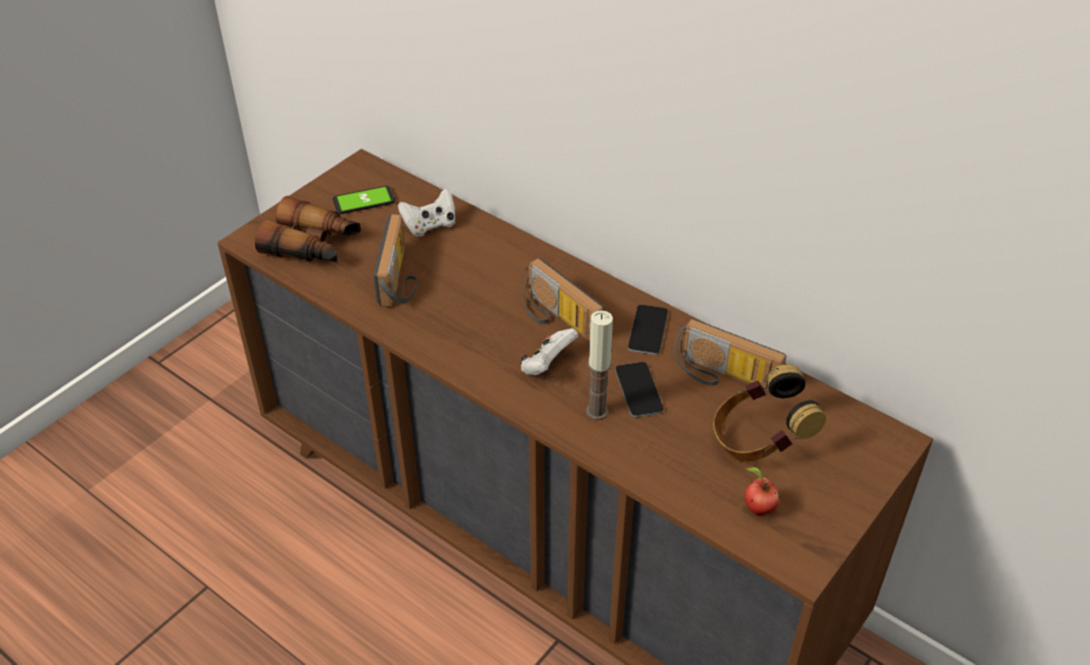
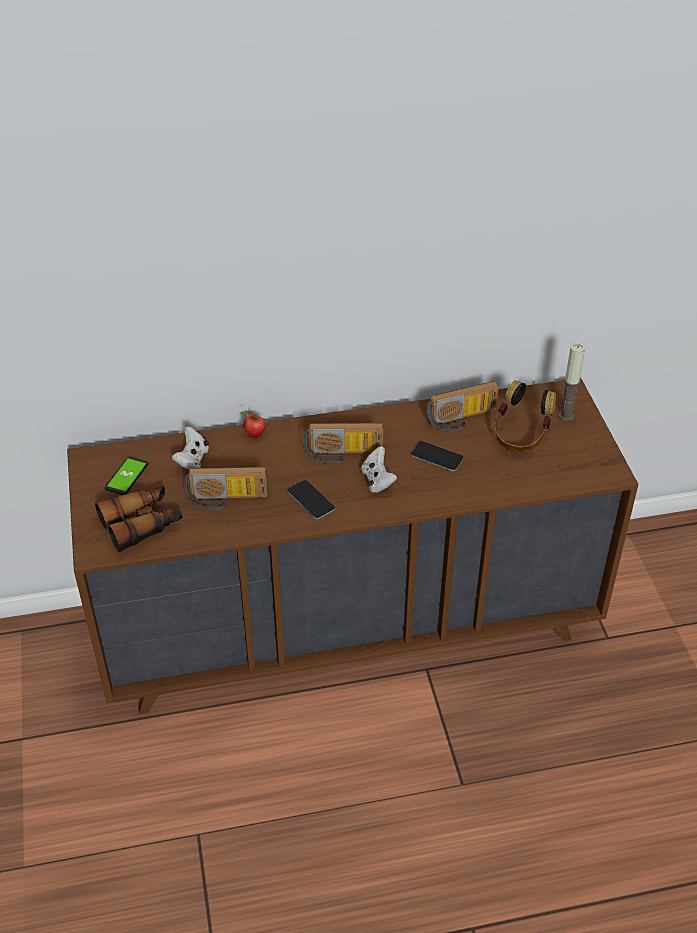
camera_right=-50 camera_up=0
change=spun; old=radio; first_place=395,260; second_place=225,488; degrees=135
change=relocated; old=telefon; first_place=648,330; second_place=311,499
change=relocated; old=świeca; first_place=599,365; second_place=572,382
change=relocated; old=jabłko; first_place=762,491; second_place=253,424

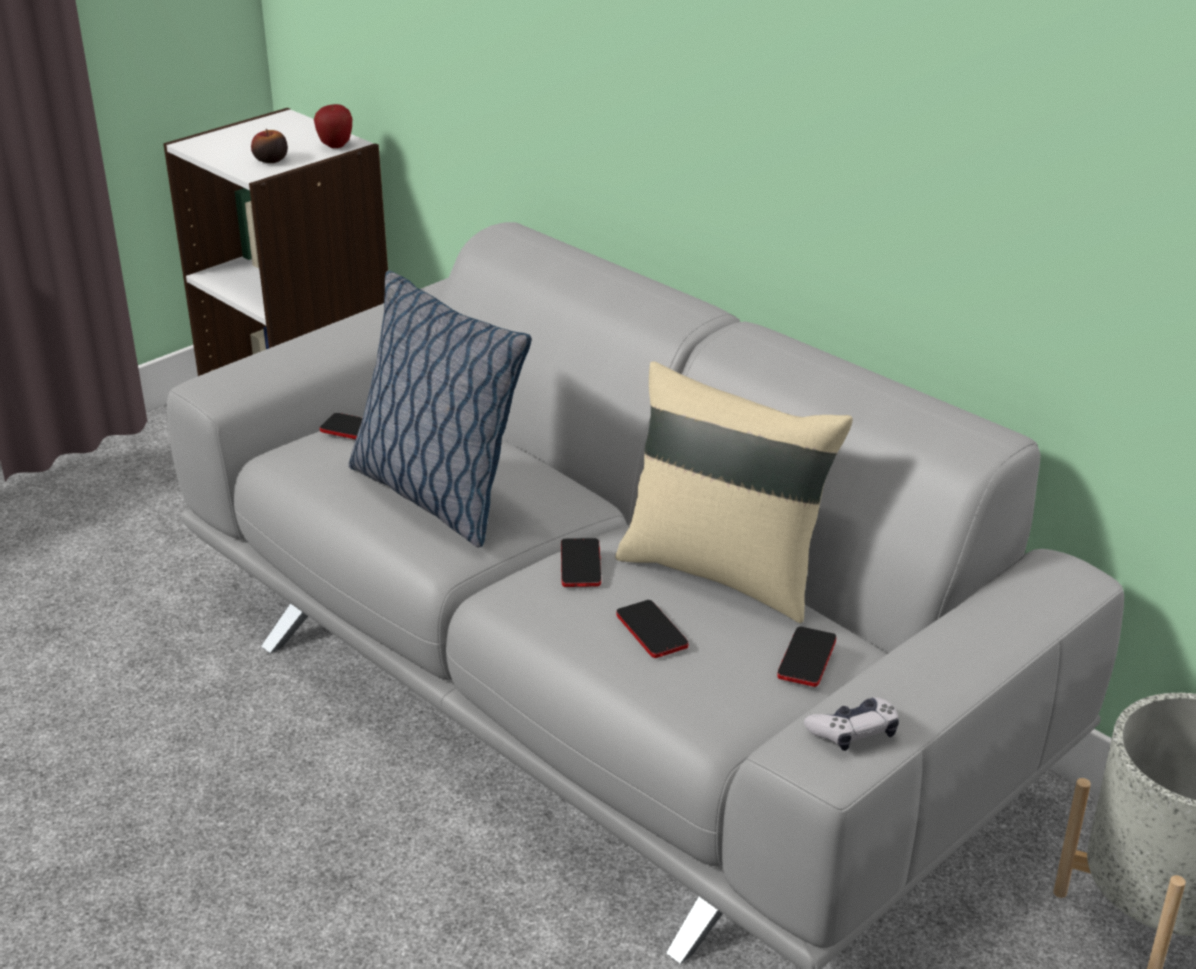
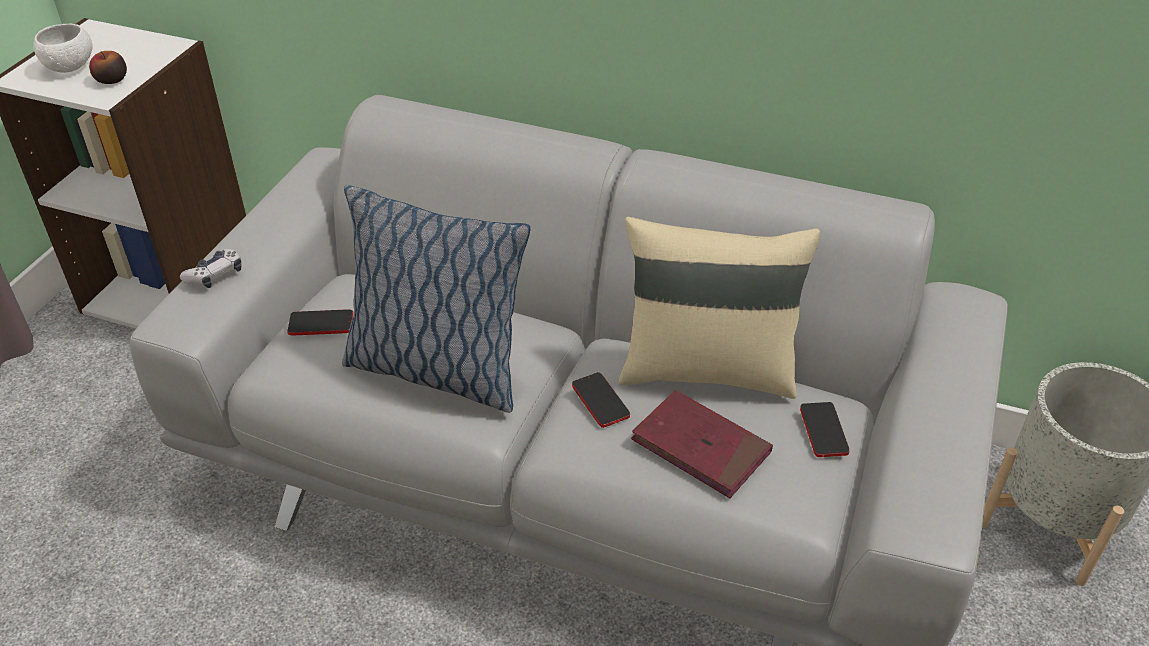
camera_right=-25 camera_up=10
change=missing; old=jabłko; first_place=333,126
change=exchanged; old=telefon; new=książka (czerwony); first_place=652,629; second_place=702,444
change=relocated; old=pad do gier; first_place=851,724; second_place=211,268
change=appeared; new=miska (biały); second_place=62,48

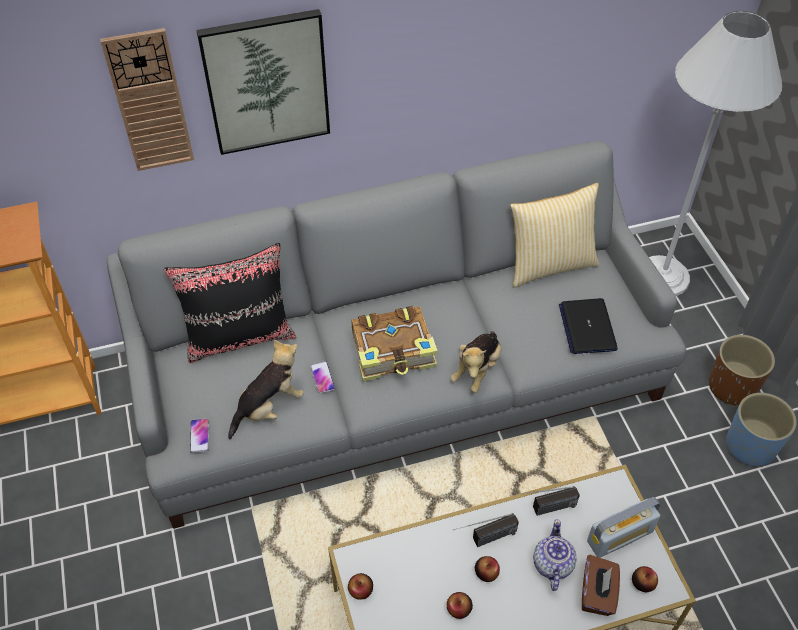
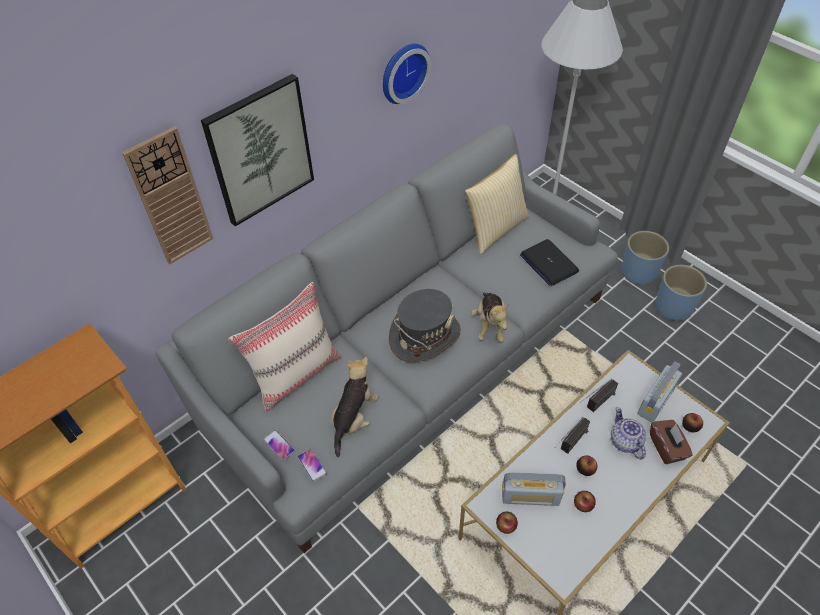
camera_right=-25 camera_up=0
change=colour; old=poduszka (czarny); new=poduszka (beżowy); first_place=230,303; second_place=285,347
change=exchanged; old=książka; new=kapelusz (szary); first_place=395,343; second_place=425,325
change=colour; old=donica (brązowy); new=donica (niebieski); first_place=742,370; second_place=645,258
change=relocated; old=telefon; first_place=322,377; second_place=279,445
change=appeared; new=zegar ścienny; second_place=407,74
change=appeared; new=radio; second_place=534,489

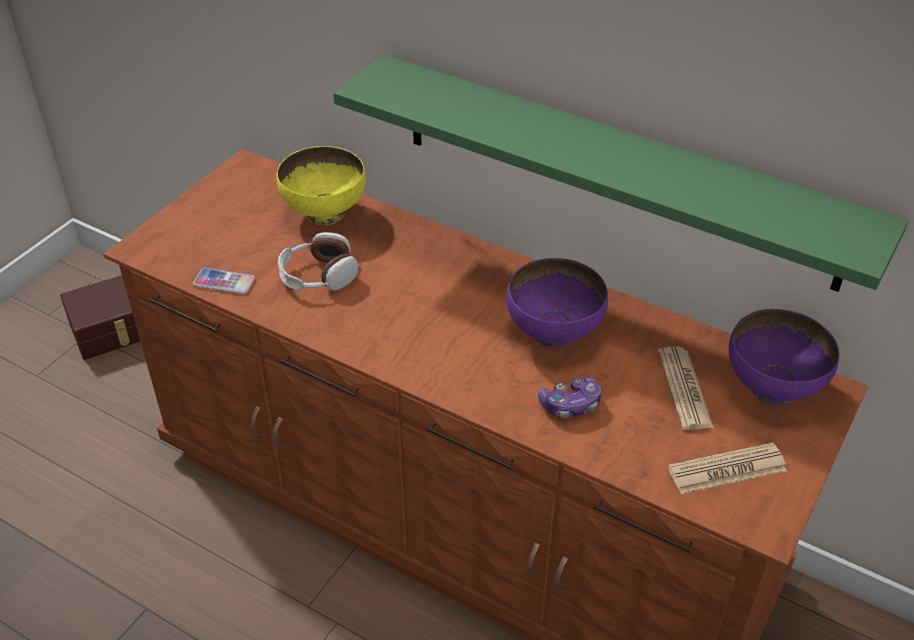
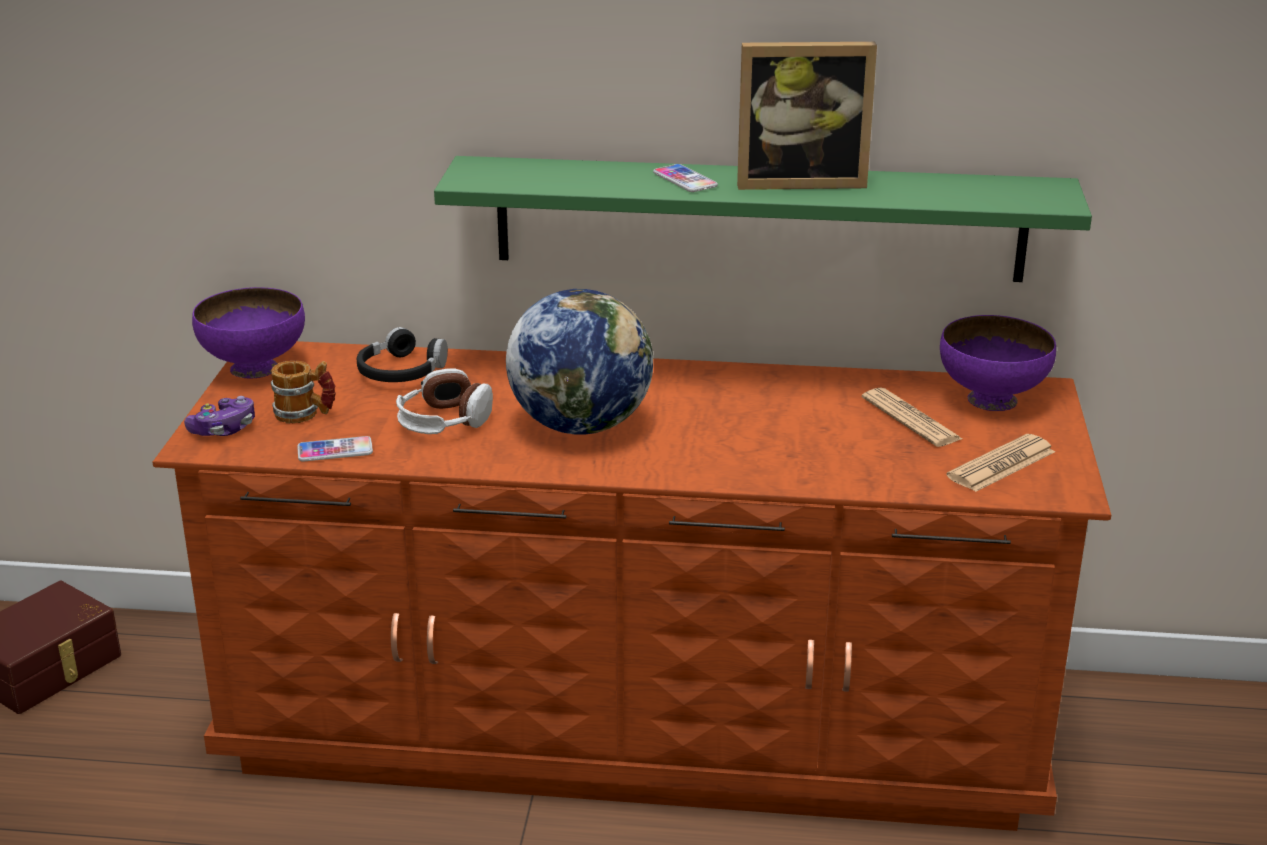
camera_right=-25 camera_up=-15
change=exchanged; old=miska (żółty); new=słuchawki (czarny); first_place=321,185; second_place=402,354
change=relocated; old=miska (fioletowy); first_place=557,303; second_place=248,333
change=relocated; old=pad do gier; first_place=570,397; second_place=219,416
change=appeared; new=ramka na zdjęcie; second_place=807,116
change=appeared; new=telefon; second_place=685,178
change=appeared; new=globus; second_place=579,362
change=appeared; new=kubek; second_place=303,392

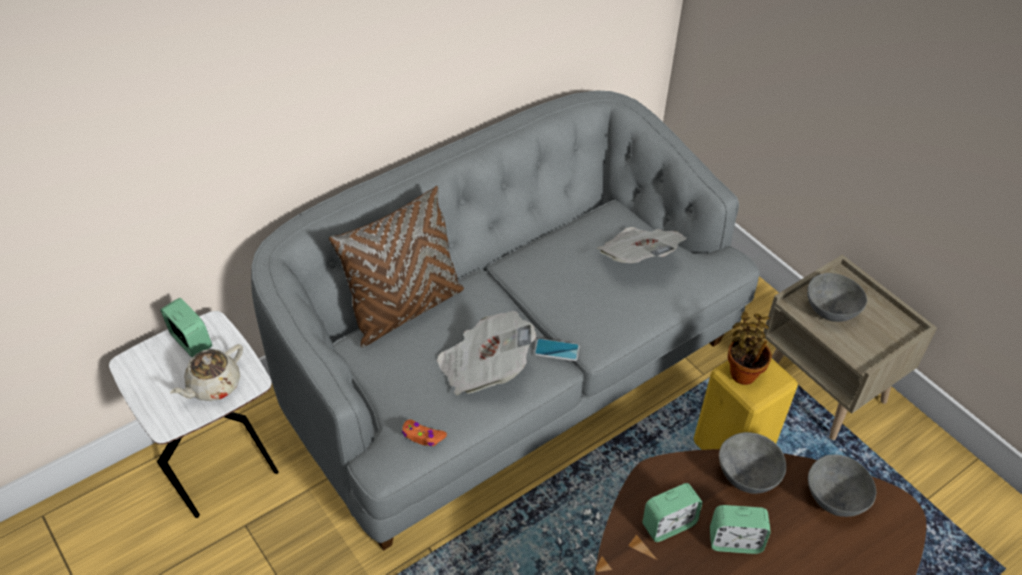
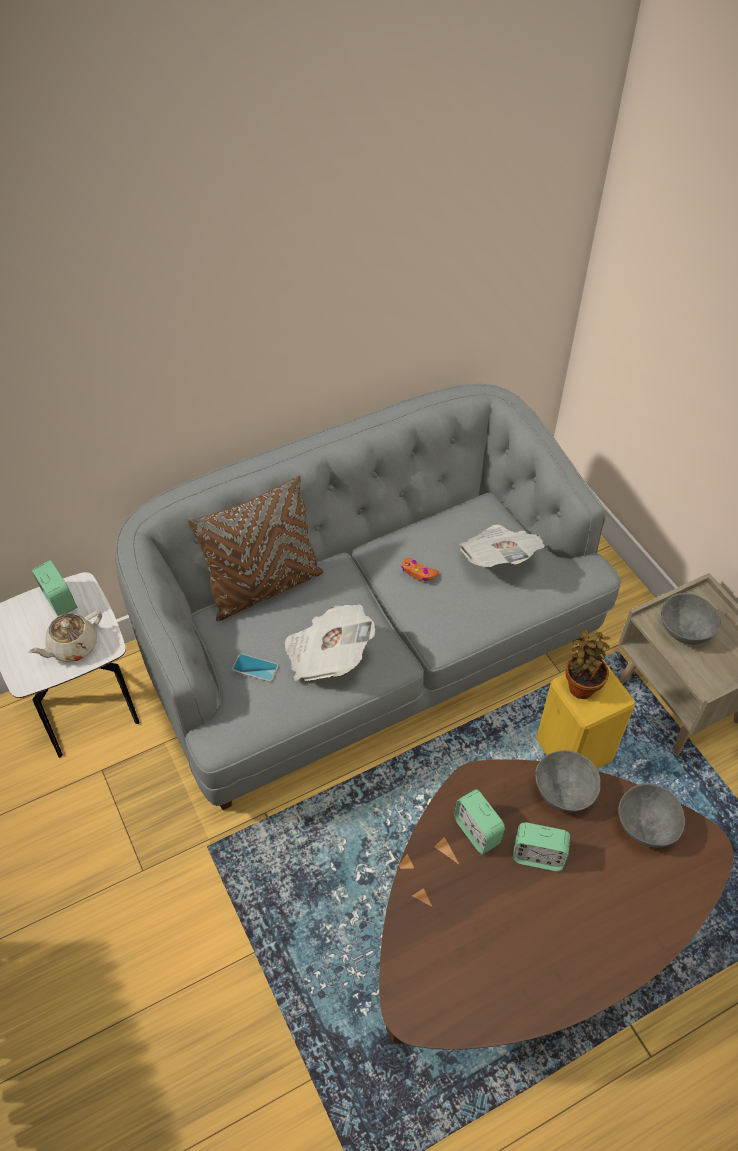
camera_right=10 camera_up=5
change=relocated; old=telefon; first_place=557,349; second_place=255,667
change=relocated; old=pad do gier (pomarańczowy); first_place=424,432; second_place=420,570
change=spun; old=budzik; first_place=672,512; second_place=479,821; degrees=75

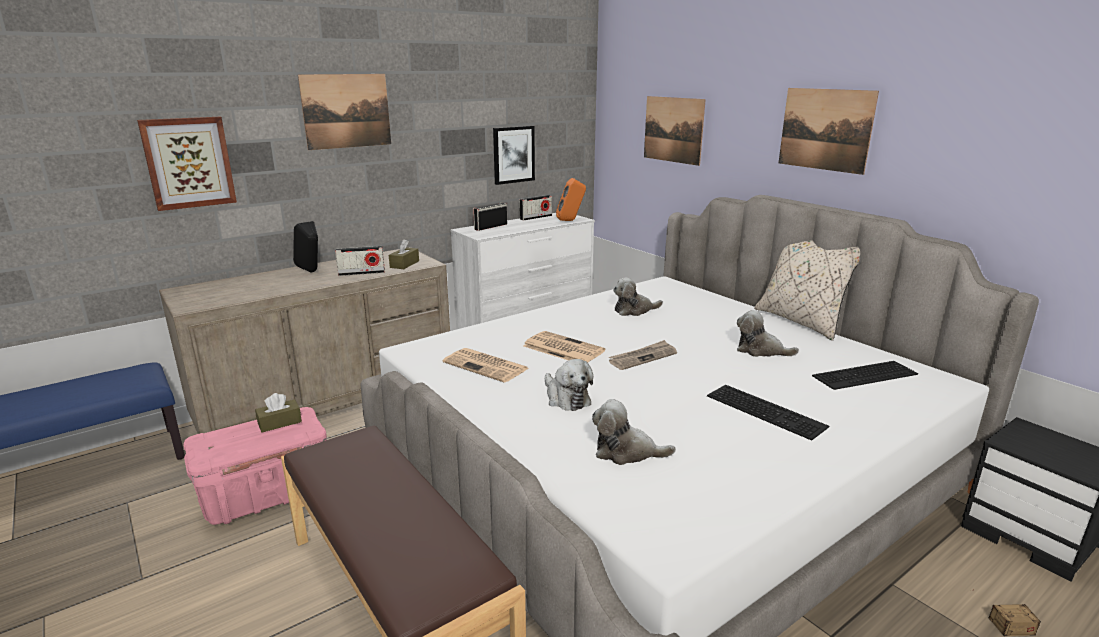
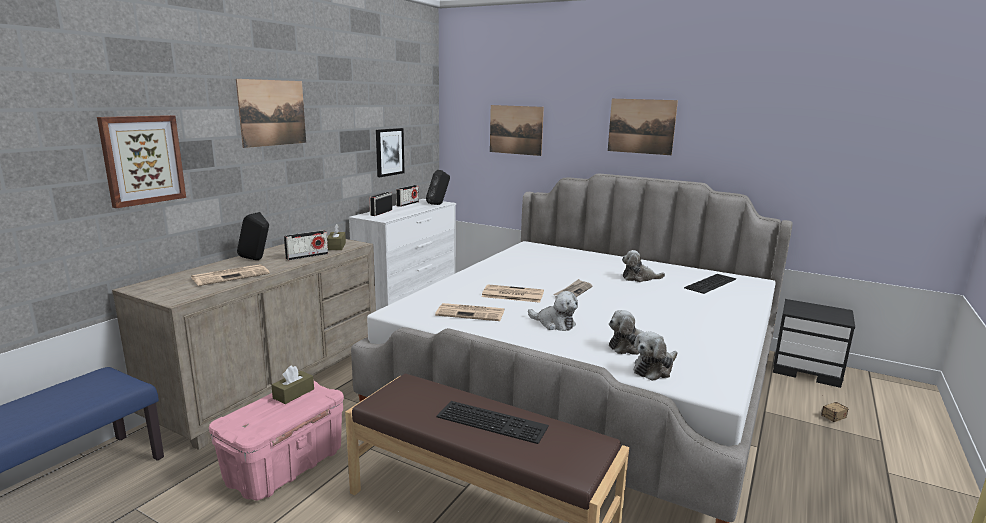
camera_right=-25 camera_up=-5
change=colour; old=głośnik (pomarańczowy); new=głośnik (czarny); first_place=571,199; second_place=438,187
change=missing; old=poduszka (beżowy); first_place=807,290
change=relocated; old=pluszak; first_place=638,297; second_place=655,356
change=relocated; old=klawiatura; first_place=768,413; second_place=492,422
change=appeared; new=gazeta; second_place=230,275

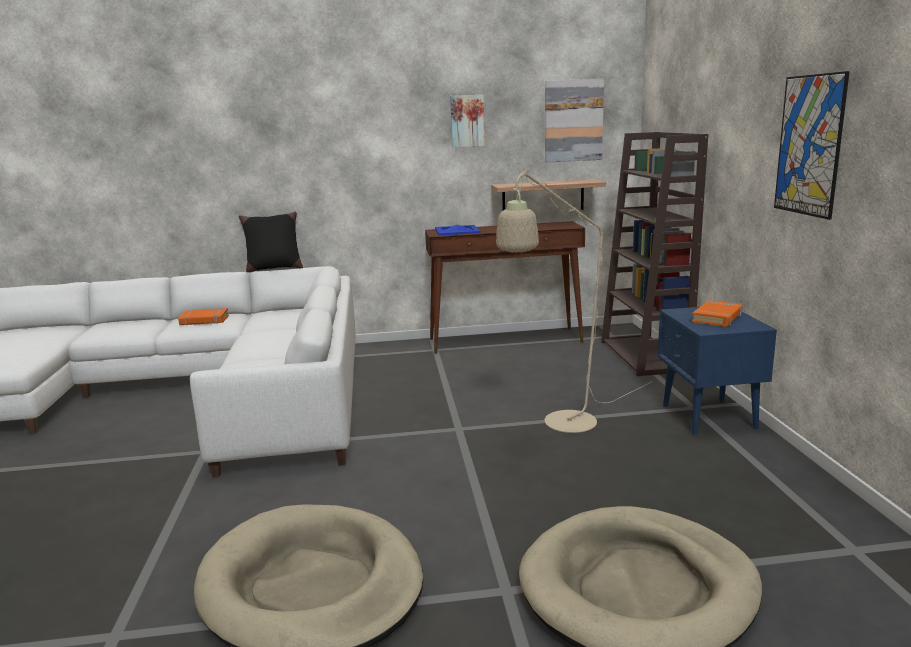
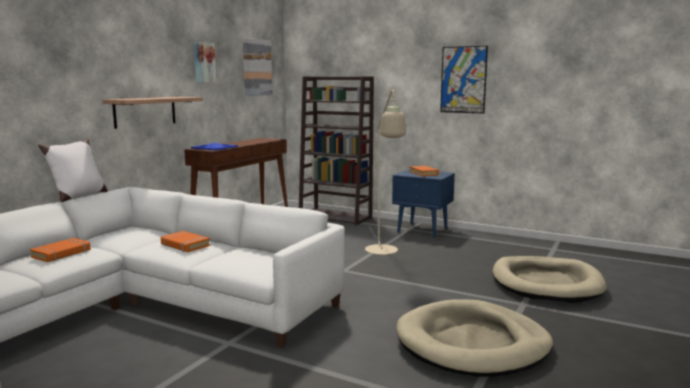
camera_right=-55 camera_up=-5
change=relocated; old=półka; first_place=548,194; second_place=153,113
change=colour; old=poduszka (czarny); new=poduszka (biały); first_place=271,241; second_place=73,170
change=appeared; new=książka (pomarańczowy); second_place=185,241

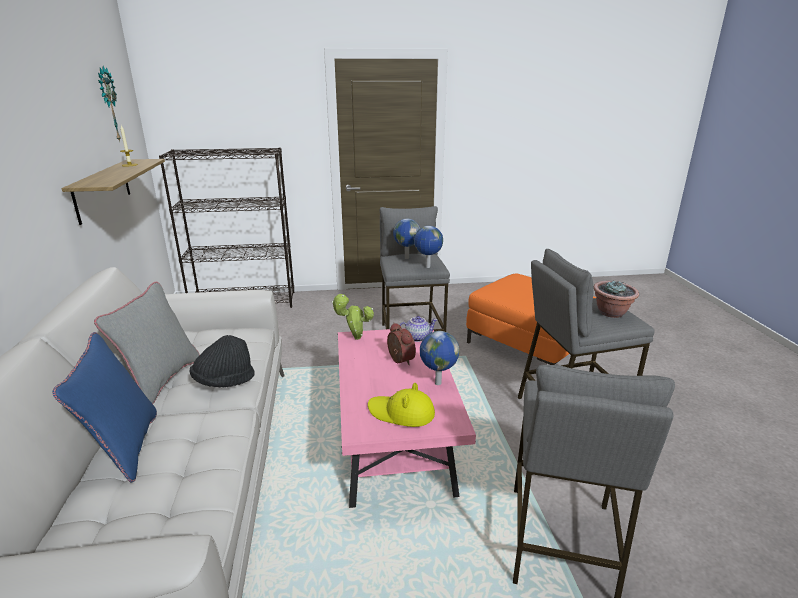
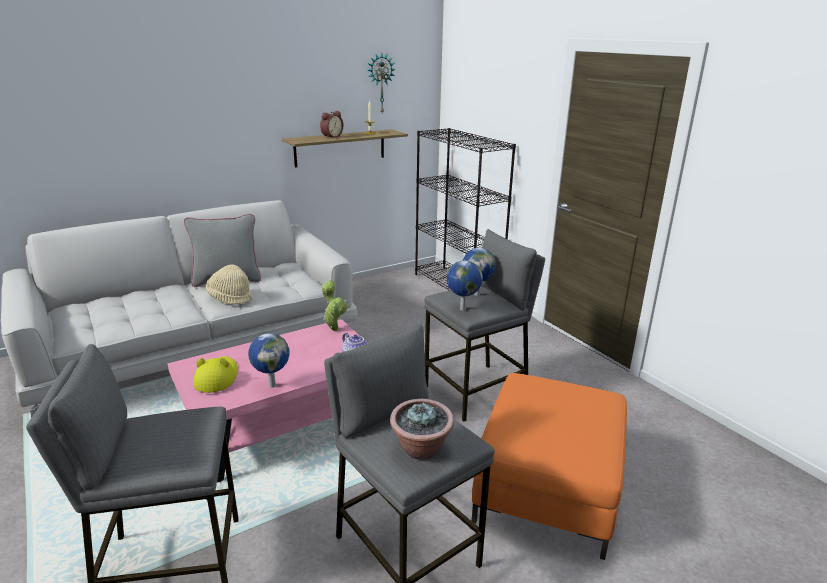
camera_right=65 camera_up=0
change=relocated; old=budzik; first_place=401,344; second_place=331,124
change=missing; old=poduszka (niebieski); first_place=105,407
change=colour; old=kapelusz (czarny); new=kapelusz (beżowy); first_place=222,361; second_place=229,285

